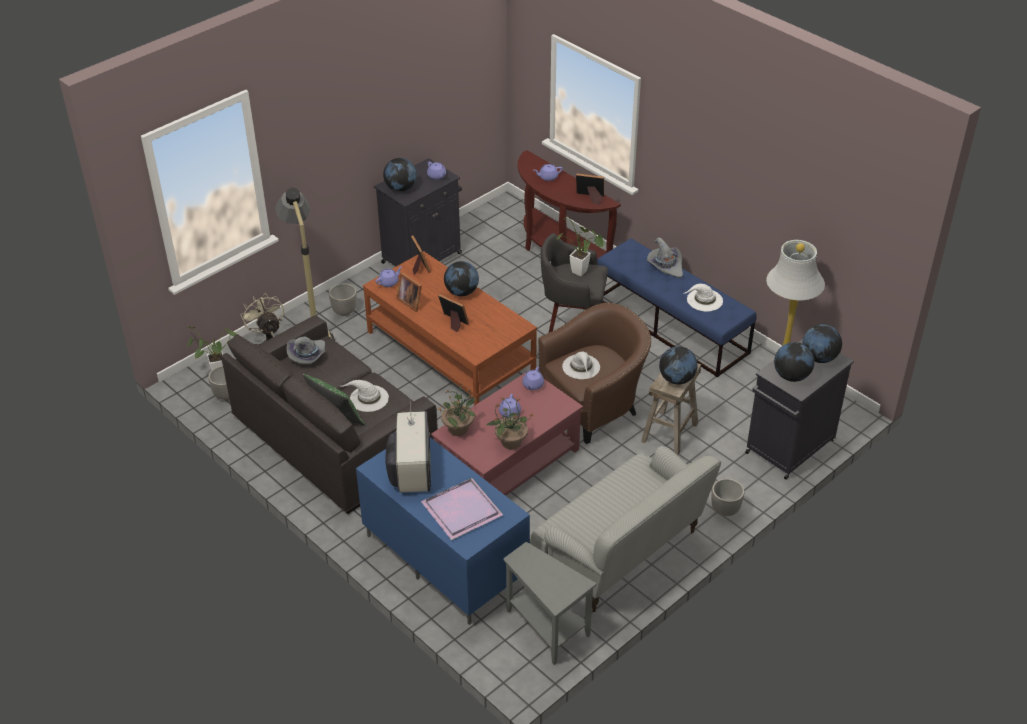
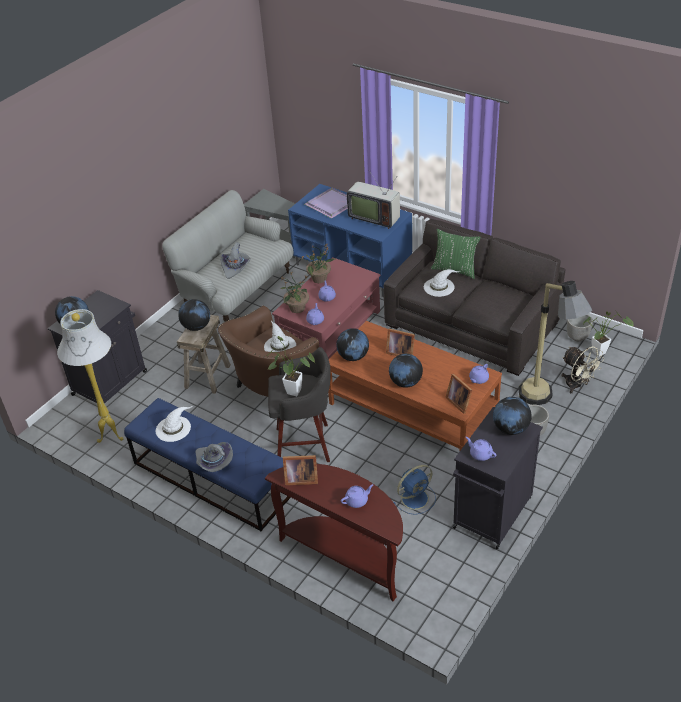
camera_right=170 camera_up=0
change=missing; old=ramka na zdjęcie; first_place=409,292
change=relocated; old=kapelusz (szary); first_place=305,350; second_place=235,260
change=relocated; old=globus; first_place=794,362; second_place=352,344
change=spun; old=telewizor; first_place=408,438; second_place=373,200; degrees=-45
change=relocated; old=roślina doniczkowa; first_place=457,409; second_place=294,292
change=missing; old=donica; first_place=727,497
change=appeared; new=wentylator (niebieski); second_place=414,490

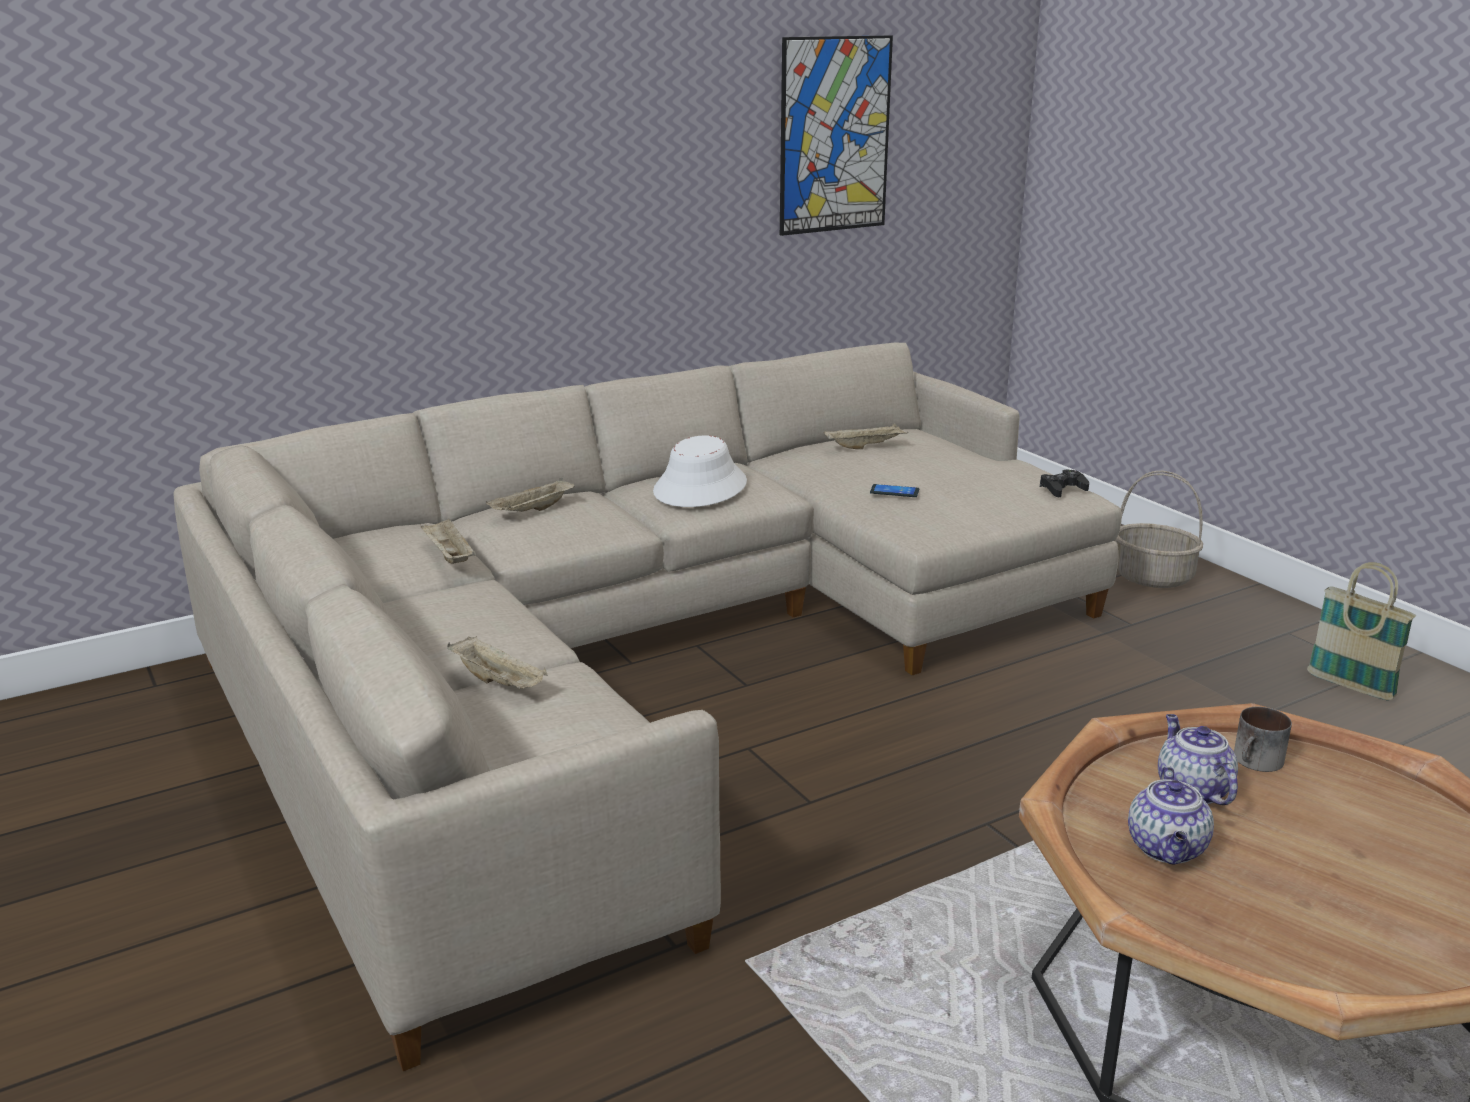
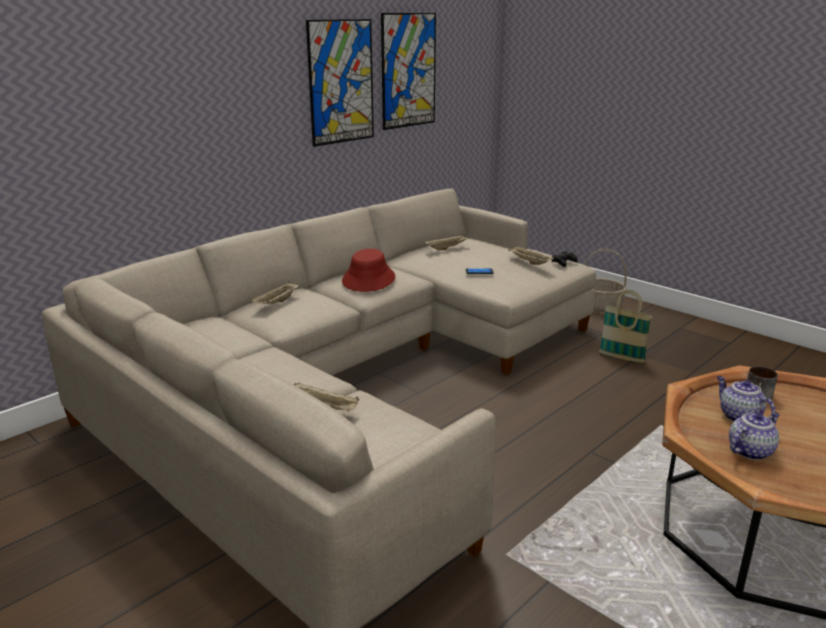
camera_right=-15 camera_up=0
change=colour; old=kapelusz (biały); new=kapelusz (czerwony); first_place=700,471; second_place=368,270
change=relocated; old=taca (beżowy); first_place=448,541; second_place=531,255
change=relocated; old=koszyk; first_place=1361,631; second_place=625,326
change=spun; old=imbryk; first_place=1171,815; second_place=754,436; degrees=-120
change=appeared; new=obraz; second_place=340,83

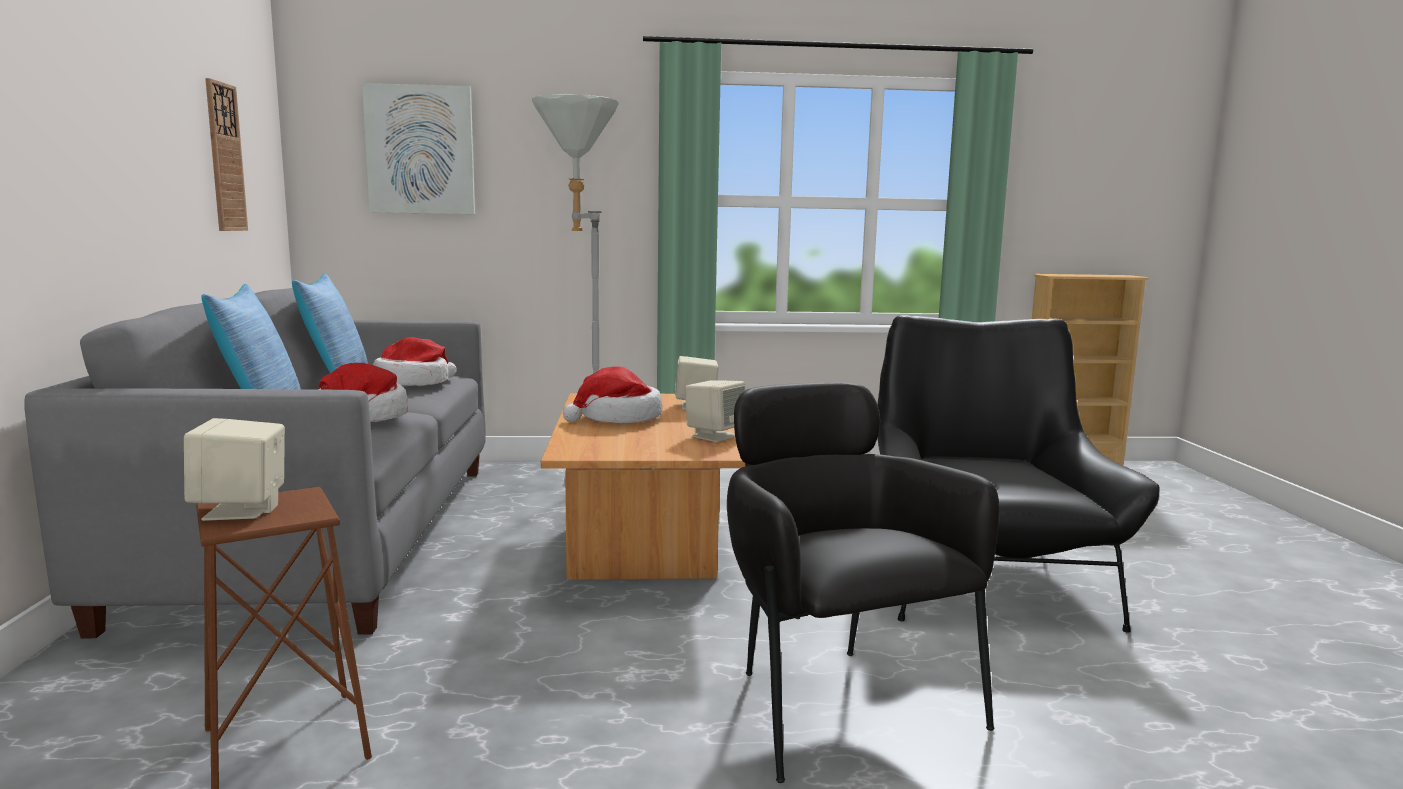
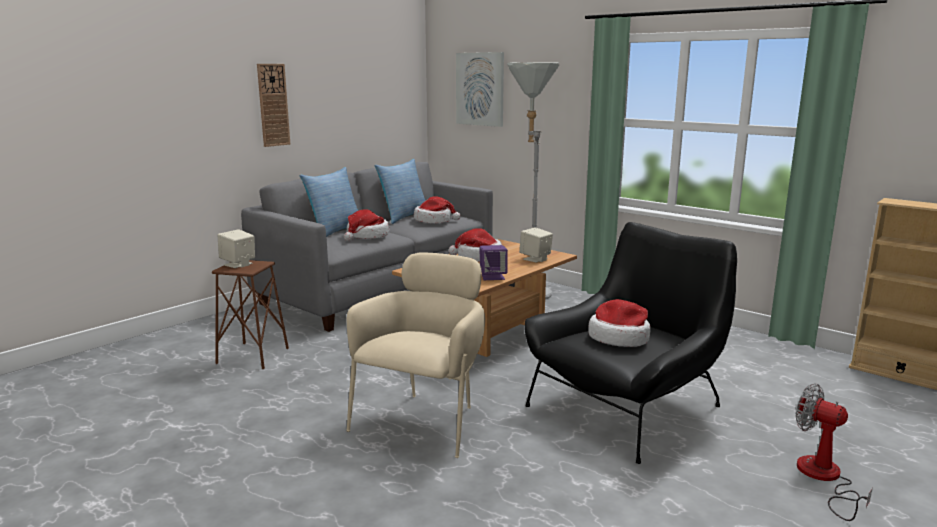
camera_right=45 camera_up=5
change=relocated; old=zegar ścienny; first_place=226,154; second_place=273,105
change=colour; old=głośnik (beżowy); new=głośnik (fioletowy); first_place=715,411; second_place=494,262
change=colour; old=fotel (czarny); new=fotel (beżowy); first_place=863,582; second_place=415,355
change=appeared; new=kapelusz; second_place=619,323
change=appeared; new=wentylator; second_place=834,452

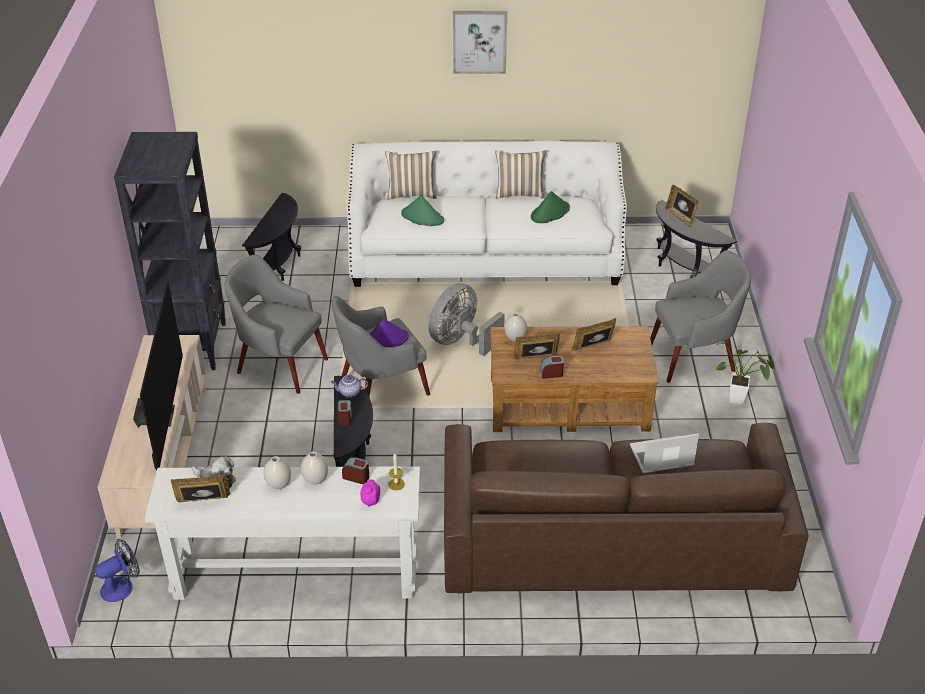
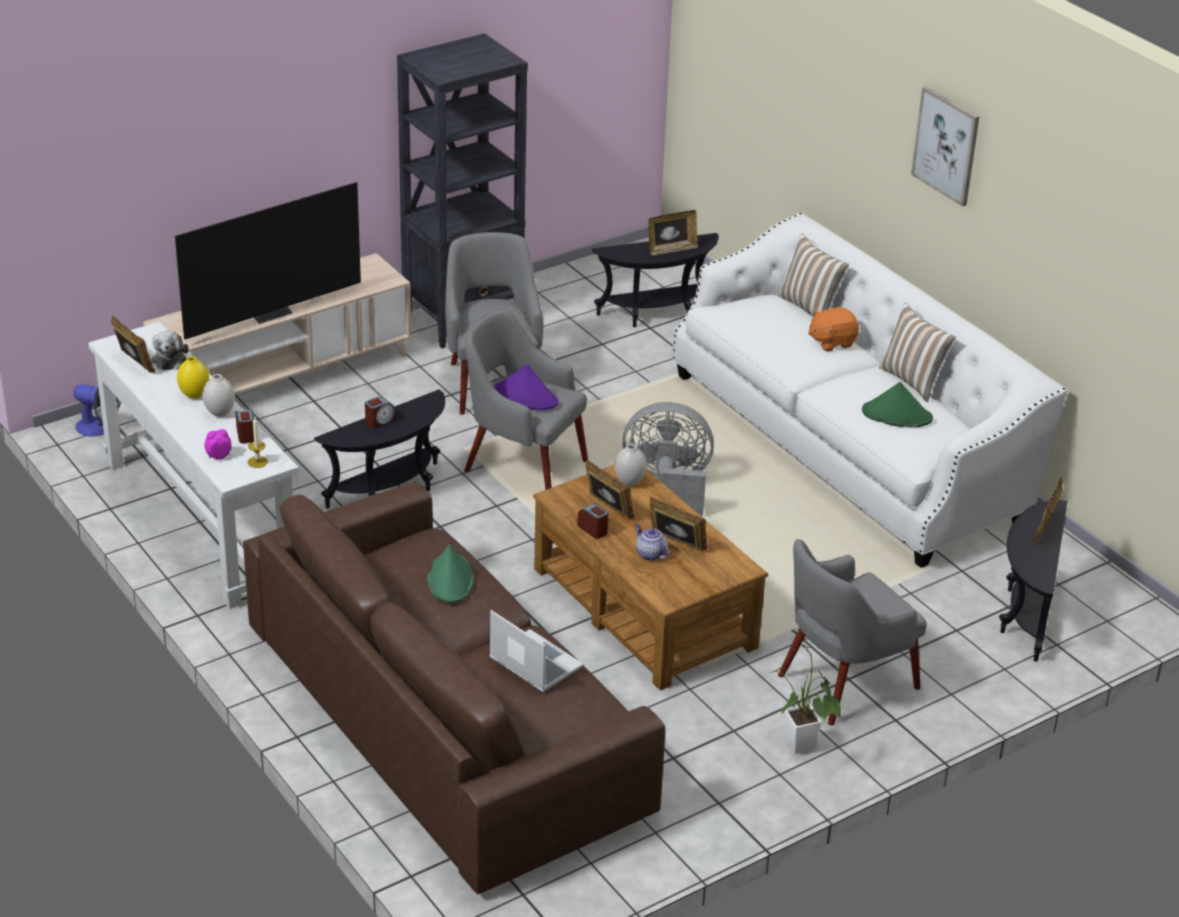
camera_right=55 camera_up=-5
change=relocated; old=kapelusz (zielony); first_place=422,210; second_place=450,573
change=spun; old=fotel (szary); first_place=700,316; second_place=852,632; degrees=105
change=relocated; old=imbryk; first_place=349,386; second_place=652,542
change=colour; old=wazon (biały); new=wazon (żółty); first_place=277,472; second_place=193,377
change=appeared; new=ramka na zdjęcie; second_place=673,232
change=appeared; new=pluszak (pomarańczowy); second_place=833,329

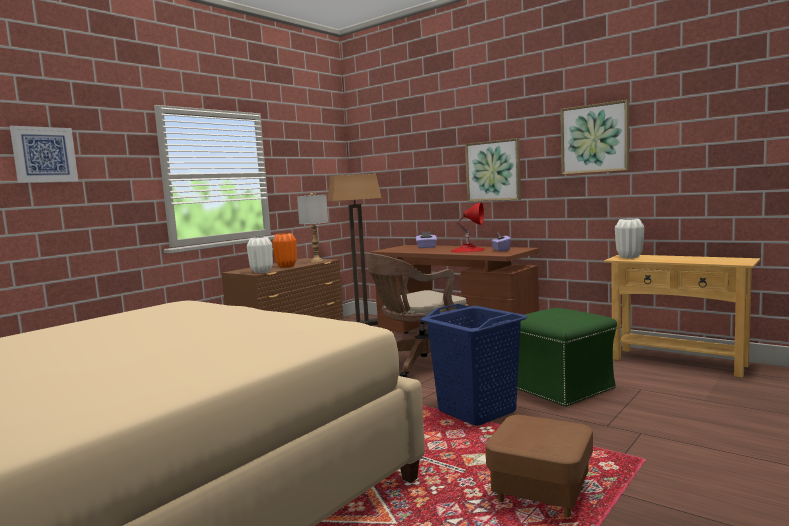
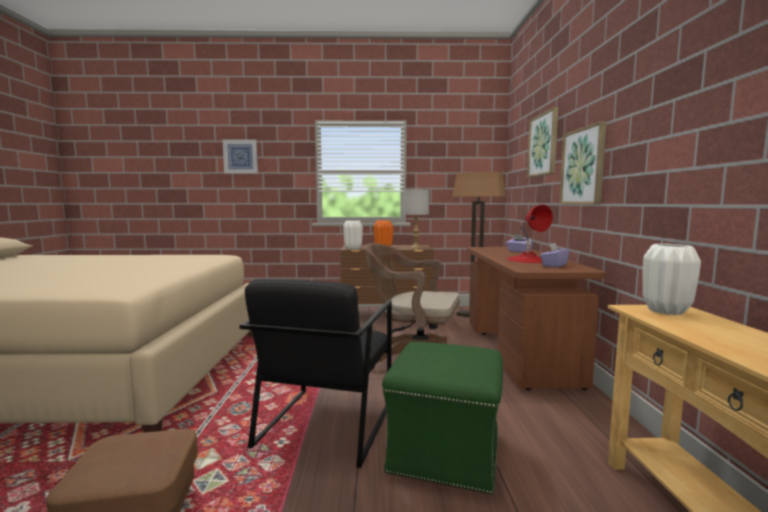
camera_right=50 camera_up=0
change=relocated; old=obraz; first_place=594,137; second_place=542,142
change=exchanged; old=kosz na pranie (niebieski); new=fotel (czarny); first_place=473,365; second_place=315,373

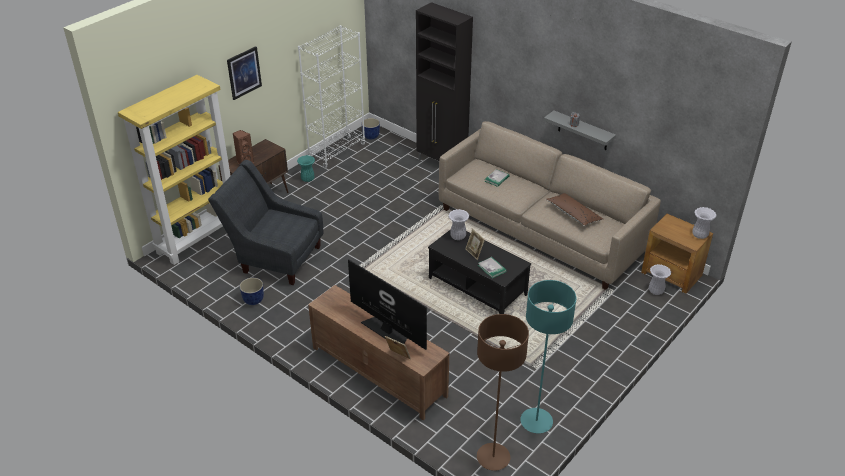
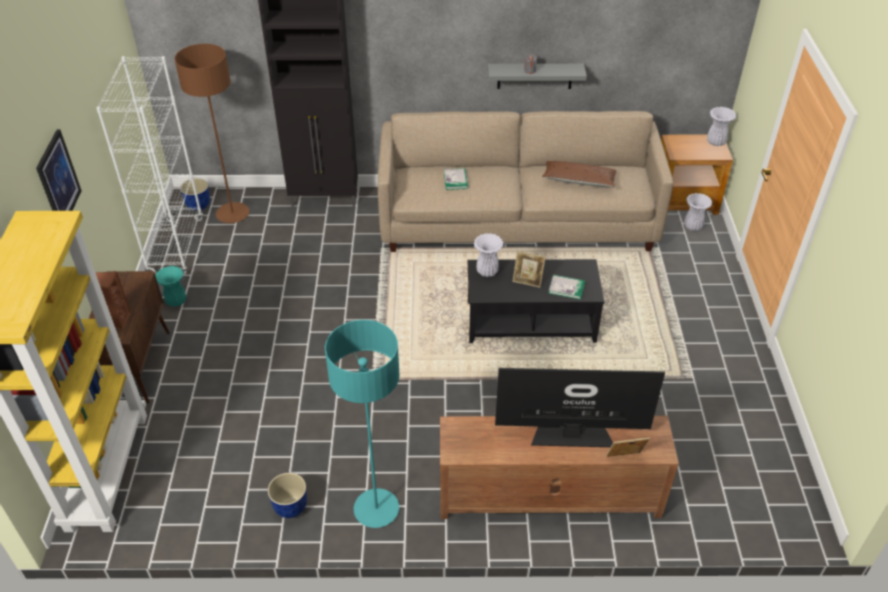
camera_right=-40 camera_up=5
change=missing; old=fotel (szary); first_place=265,222
change=relocated; old=lampa stojąca (turkusowy); first_place=548,356; second_place=362,424
change=relocated; old=lampa stojąca (brązowy); first_place=503,392; second_place=212,133

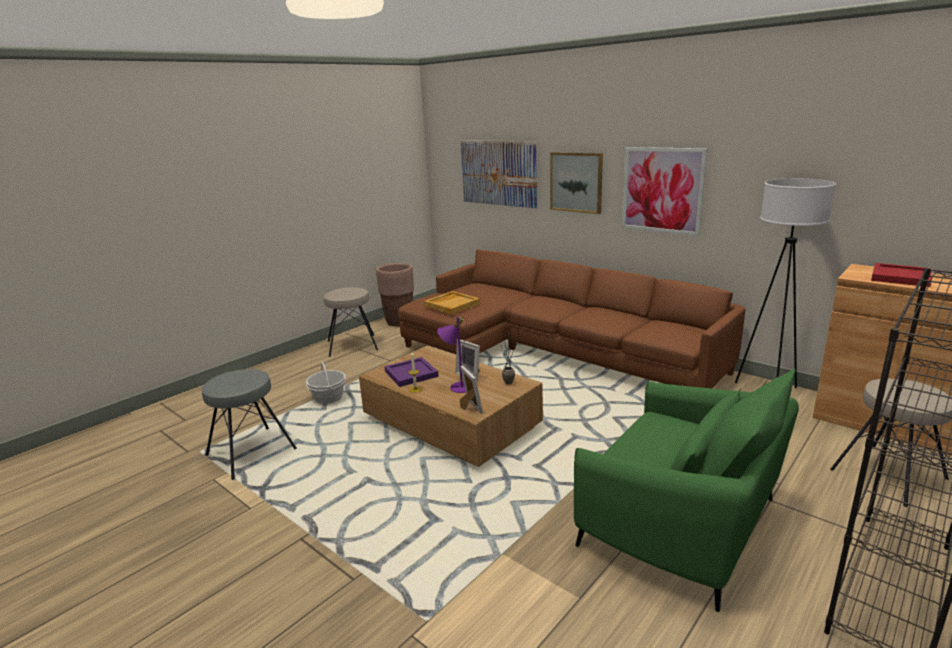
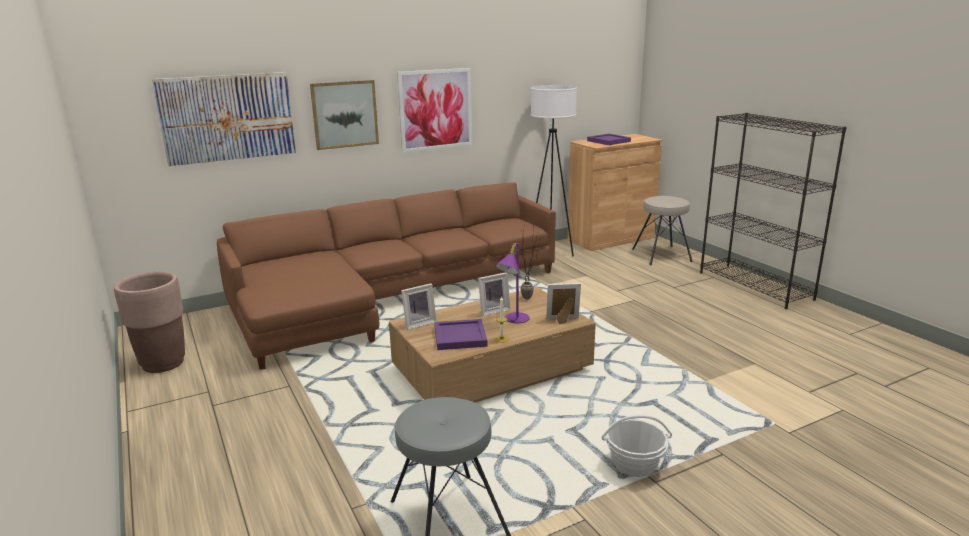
camera_right=-70 camera_up=0
change=colour; old=taca (czerwony); new=taca (fioletowy); first_place=901,275; second_place=609,139
change=missing; old=stołek (beżowy); first_place=351,322
change=missing; old=taca (beżowy); first_place=452,302
change=relocated; old=koszyk; first_place=326,383; second_place=637,446
change=missing; old=fotel (zielony); first_place=686,490
change=appeared; new=ramka na zdjęcie; second_place=419,306

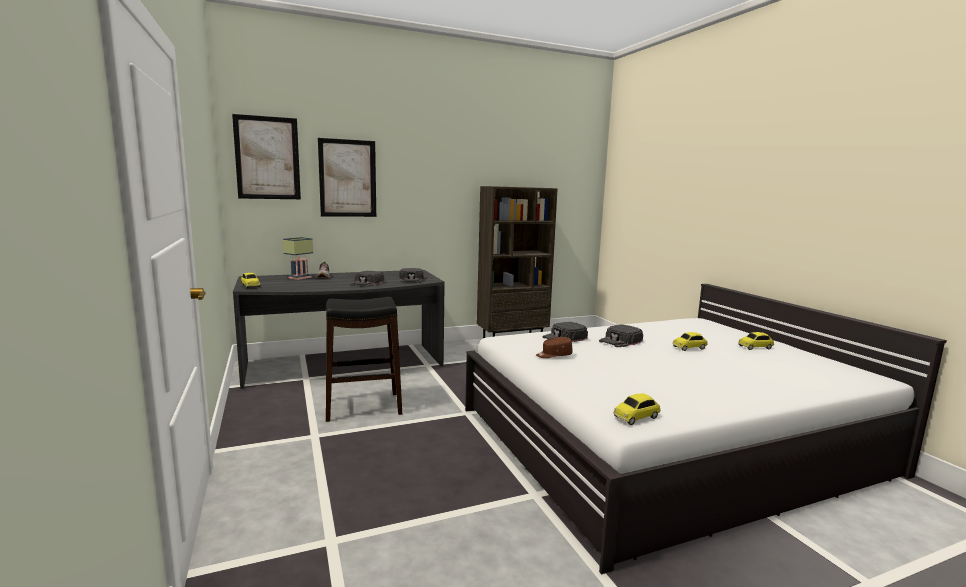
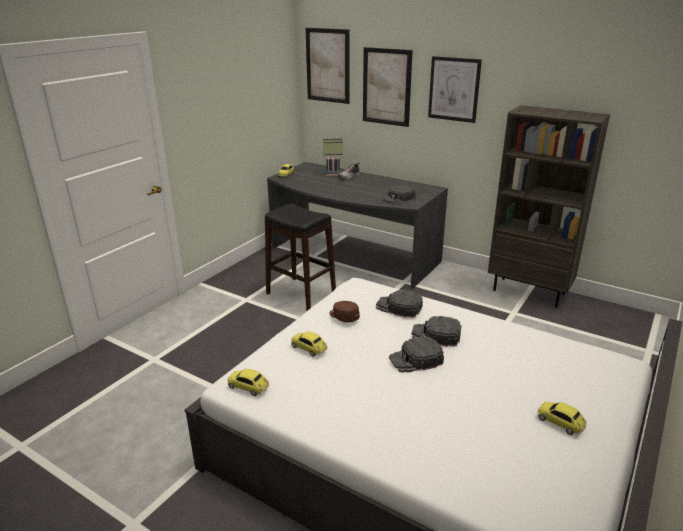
camera_right=55 camera_up=15
change=relocated; old=czapka z daszkiem (czarny); first_place=367,279; second_place=416,355
change=relocated; old=samochodzik; first_place=690,341; second_place=309,344
change=appeared; new=obraz; second_place=455,89

